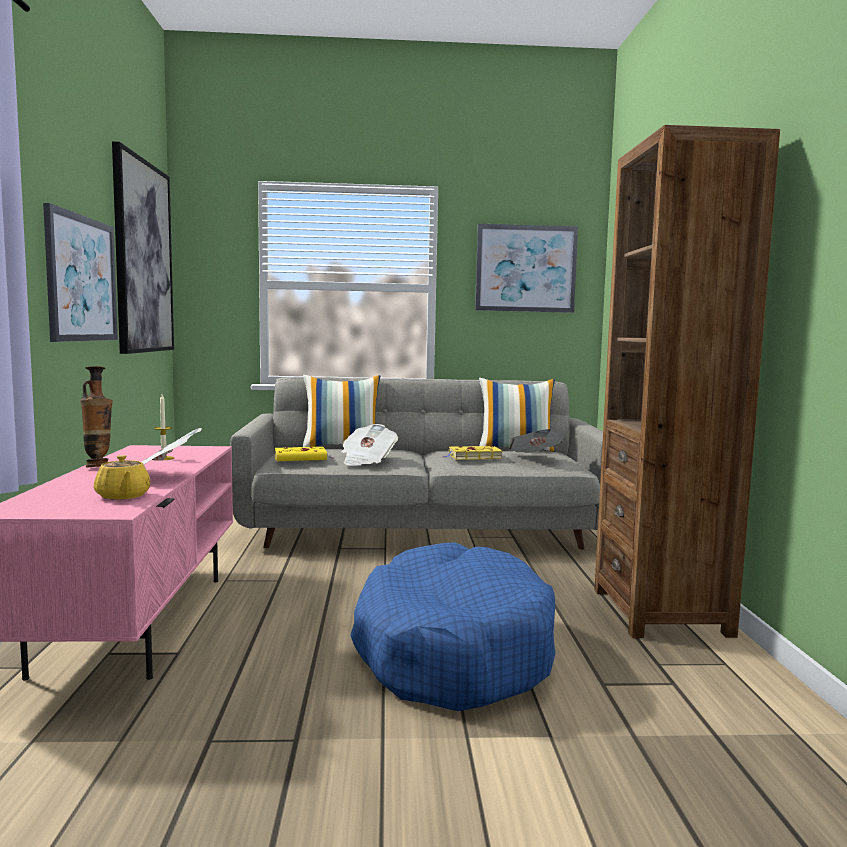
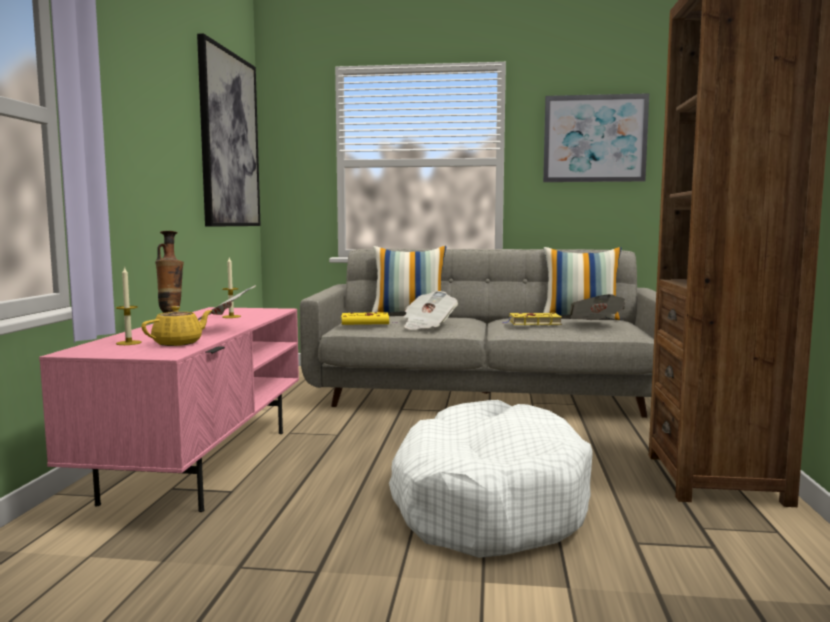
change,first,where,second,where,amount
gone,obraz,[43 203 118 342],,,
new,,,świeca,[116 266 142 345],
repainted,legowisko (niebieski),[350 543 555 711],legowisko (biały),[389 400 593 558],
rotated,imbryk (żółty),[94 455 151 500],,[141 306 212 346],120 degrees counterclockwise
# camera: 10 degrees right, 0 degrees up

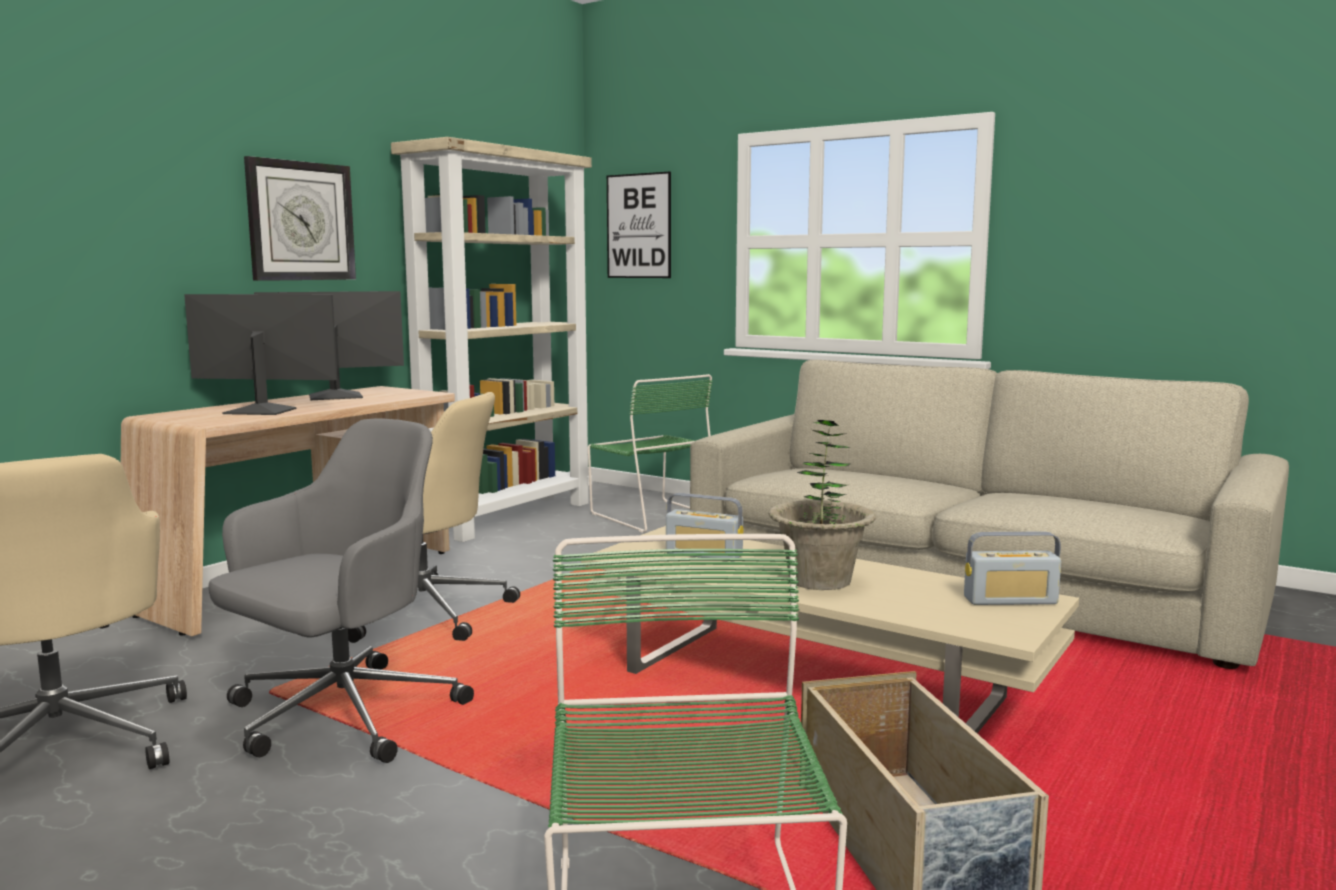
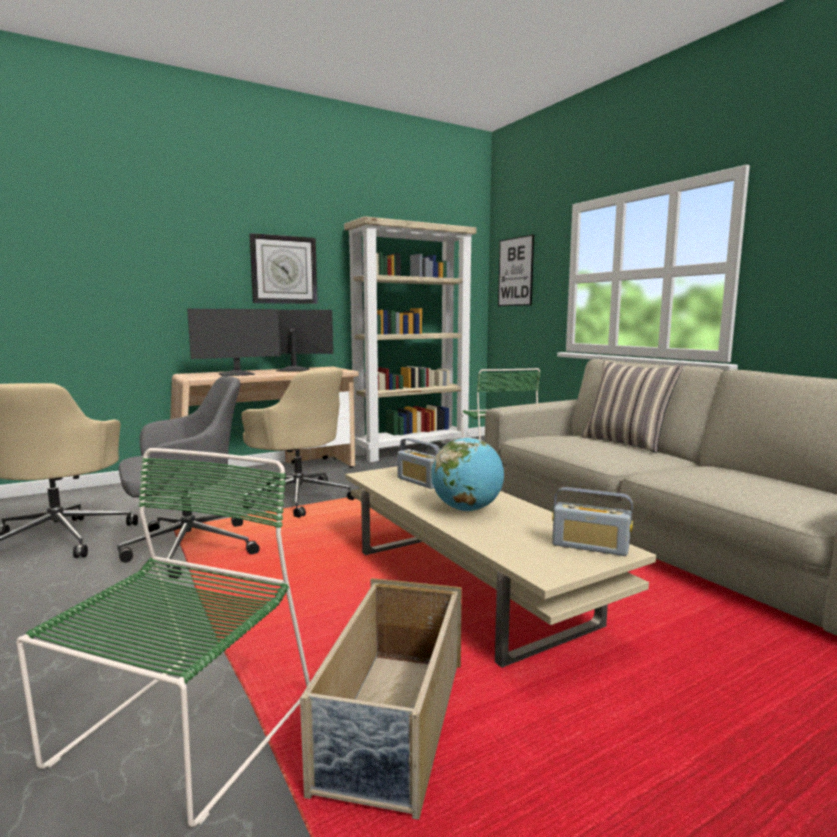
change,first,where,second,where,amount
new,,,poduszka,[582 360 683 453],
swapped,roślina doniczkowa,[768 420 876 590],globus,[431 437 504 512],
rotated,monitor,[184 294 338 415],,[187 309 280 376],120 degrees clockwise
# camera: 25 degrees right, 0 degrees up

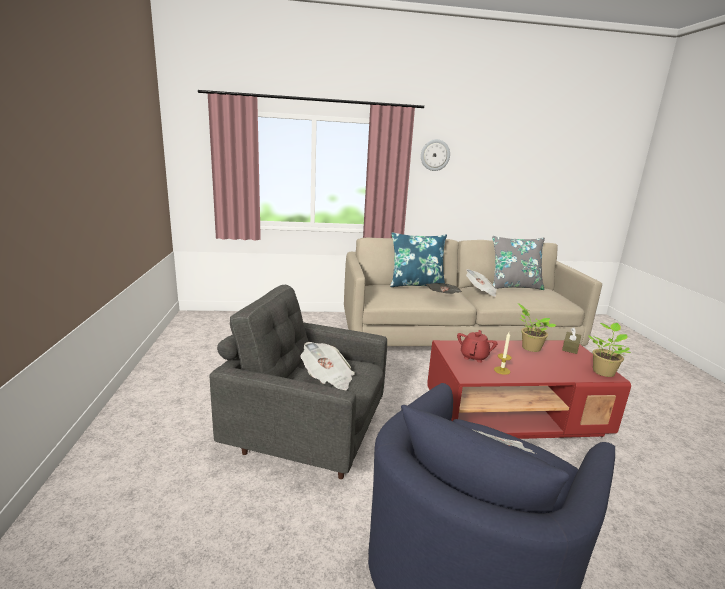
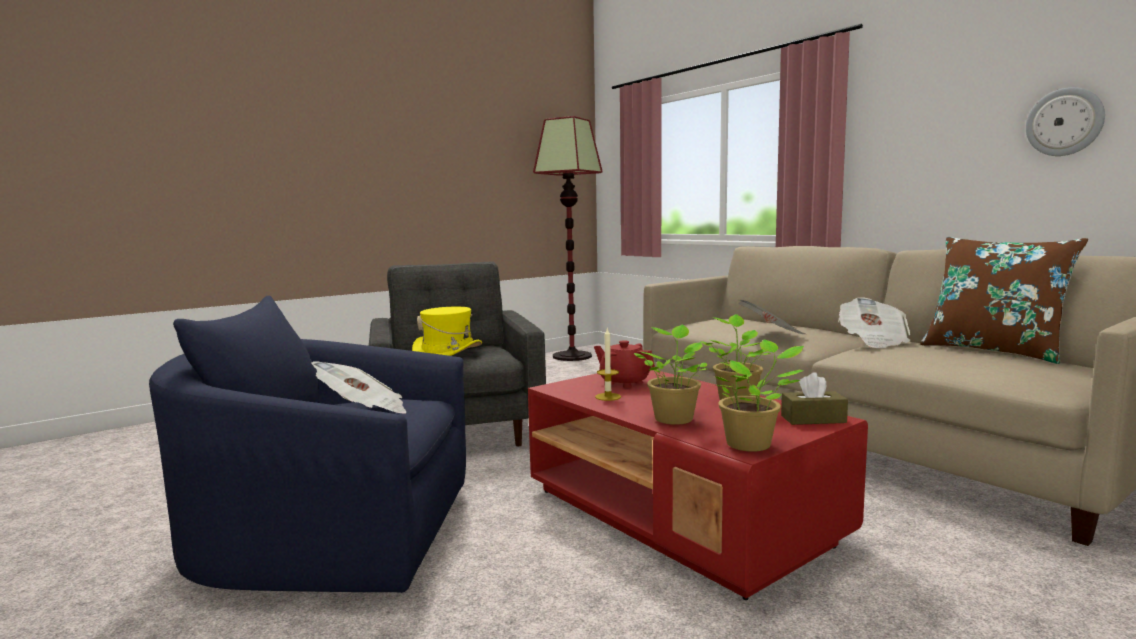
change,first,where,second,where,amount
gone,poduszka (niebieski),[390 232 447 287],,,
new,,,lampa stojąca,[533 116 603 361],
new,,,roślina doniczkowa,[634 325 708 425],
shifted,zegar ścienny,[421 139 450 171],,[1026 87 1105 156],
swapped,gazeta,[300 342 355 390],kapelusz (żółty),[412 307 482 356],
repainted,poduszka (szary),[492 236 545 290],poduszka (brązowy),[920 237 1088 364],
rotated,imbryk (czerwony),[457 330 498 363],,[594 340 655 388],135 degrees counterclockwise
# camera: 60 degrees right, 10 degrees down

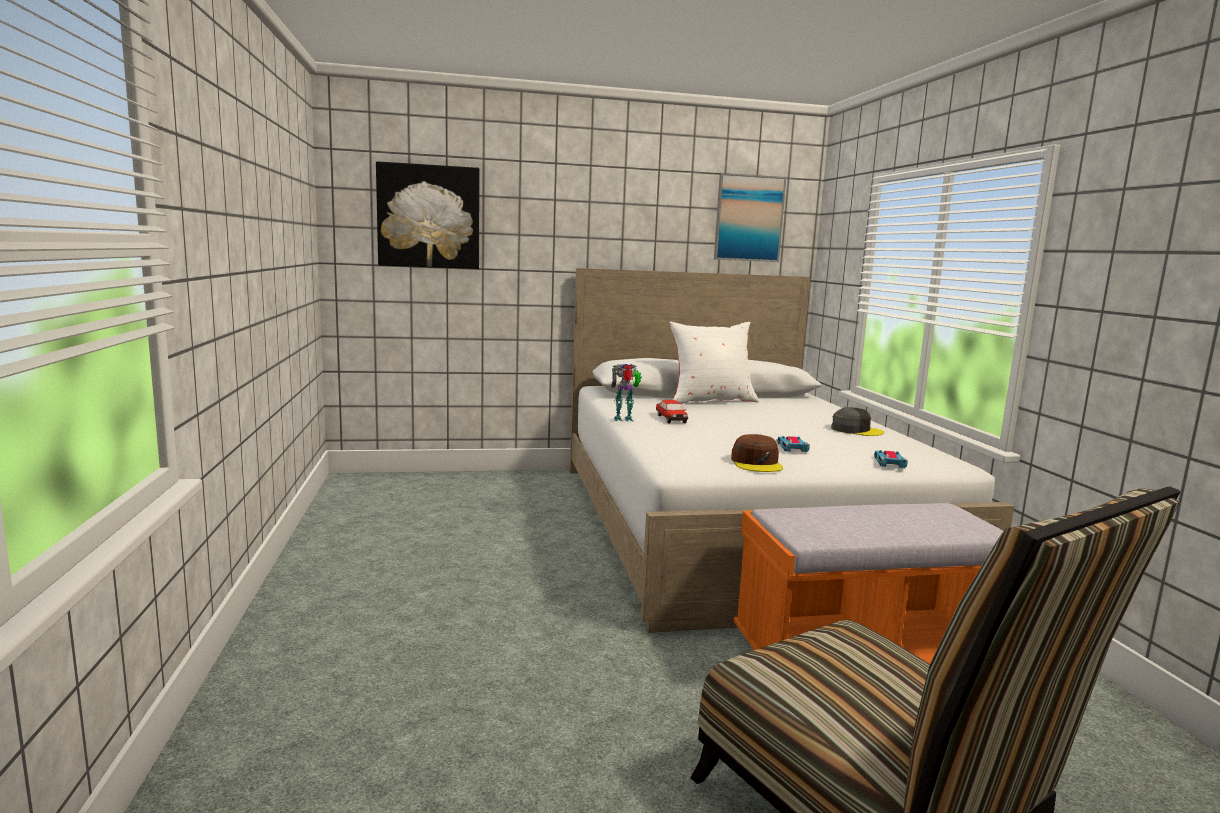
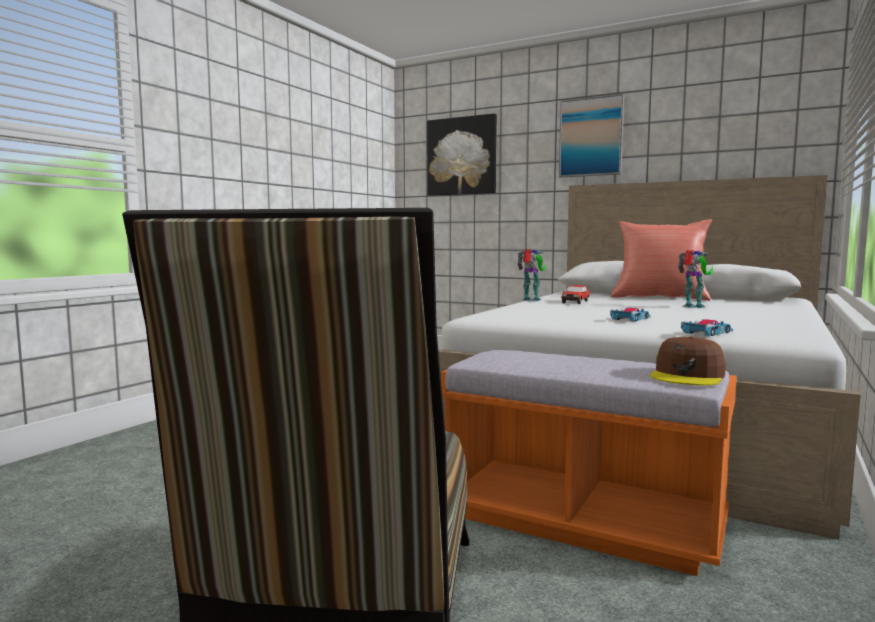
change,first,where,second,where,amount
gone,czapka z daszkiem (szary),[831 407 884 436],,,
new,,,robot zabawkowy,[678 250 713 308],
shifted,obraz,[714 173 787 262],,[559 94 624 177],
shifted,czapka z daszkiem (brązowy),[731 434 783 472],,[650 336 726 386],
repainted,poduszka (biały),[669 322 759 404],poduszka (czerwony),[611 219 712 301],
# camera: 40 degrees right, 5 degrees down

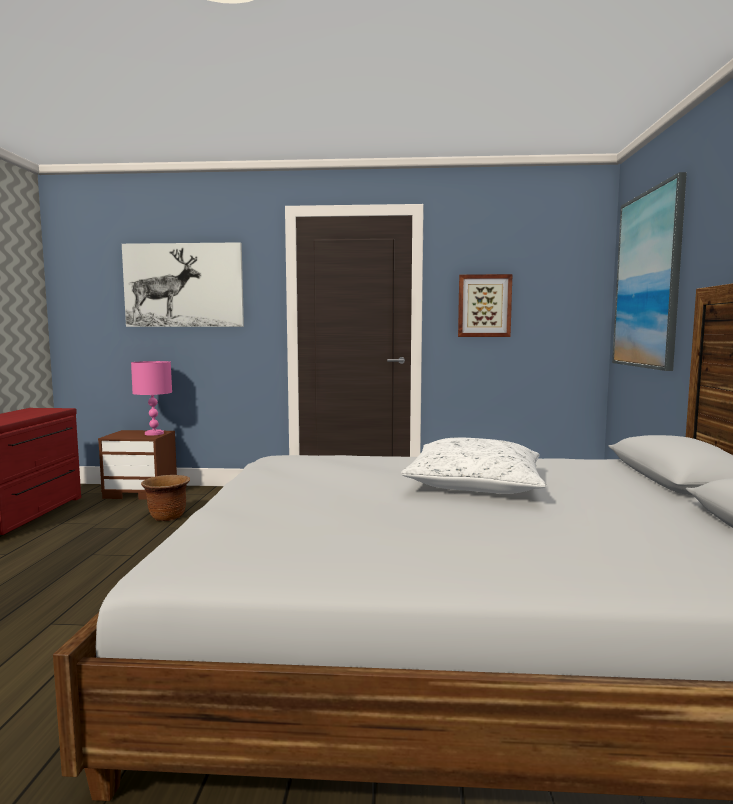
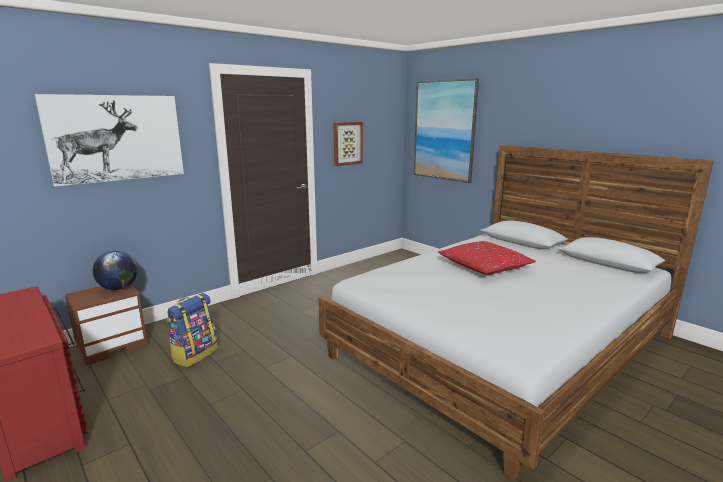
change,first,where,second,where,amount
swapped,lampa stołowa (różowy),[131 361 172 436],globus,[93 250 138 290],
swapped,donica (brązowy),[141 475 190 521],plecak,[167 293 218 367],
repainted,poduszka (biały),[401 437 546 494],poduszka (czerwony),[438 241 536 275],
# camera: 45 degrees left, 10 degrees up

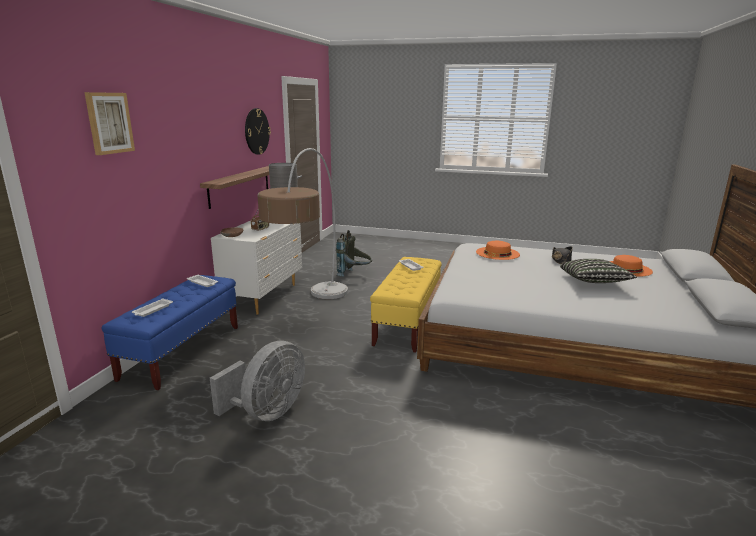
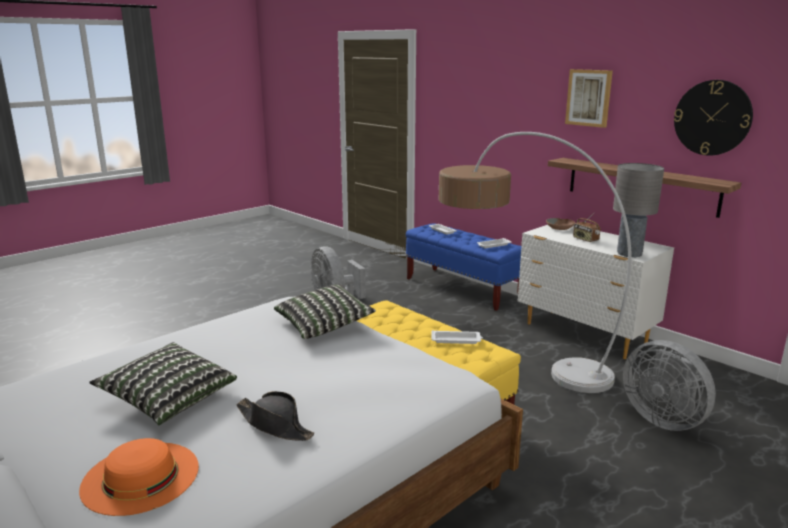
change,first,where,second,where,amount
gone,kapelusz (pomarańczowy),[476 241 520 260],,,
new,,,poduszka,[274 284 376 339],
shifted,obraz,[84 92 135 155],,[565 69 613 128],
swapped,plecak (szary),[336 230 372 277],wentylator (szary),[623 340 716 431],
# camera: 120 degrees right, 0 degrees up

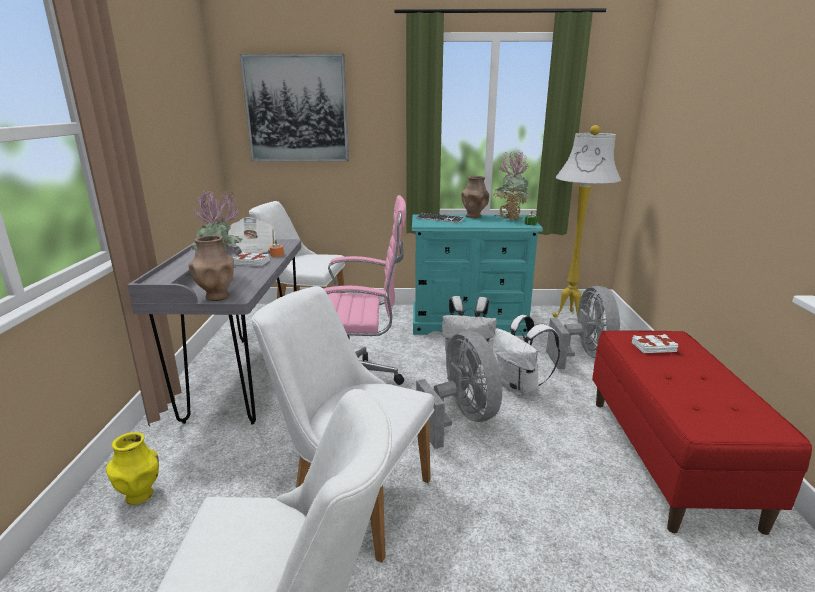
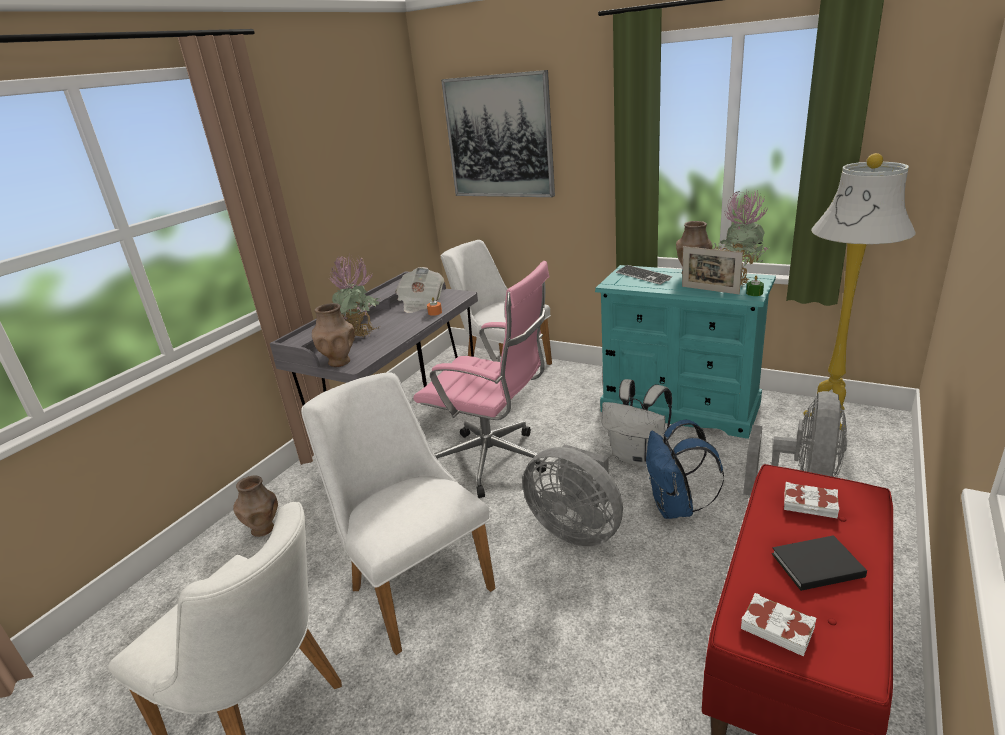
change,first,where,second,where,amount
new,,,ramka na zdjęcie,[682 246 743 294],
new,,,książka (czarny),[772 535 867 591],
shifted,książka (biały),[233 252 270 266],,[741 593 816 656],
repainted,wazon (żółty),[106 432 159 505],wazon (brązowy),[233 475 278 537],
repainted,plecak (biały),[492 315 560 396],plecak (niebieski),[646 420 724 519],
rotated,wentylator (szary),[416 331 502 449],,[523 444 623 547],120 degrees clockwise
# camera: 30 degrees right, 5 degrees up

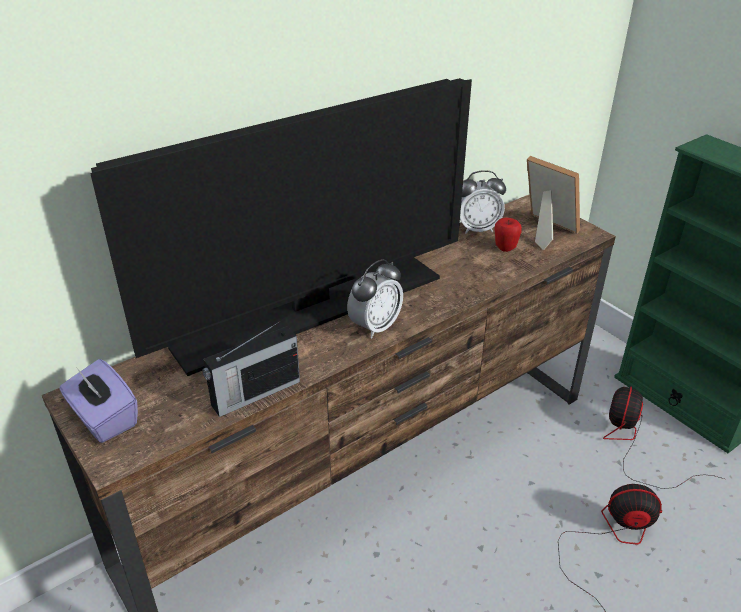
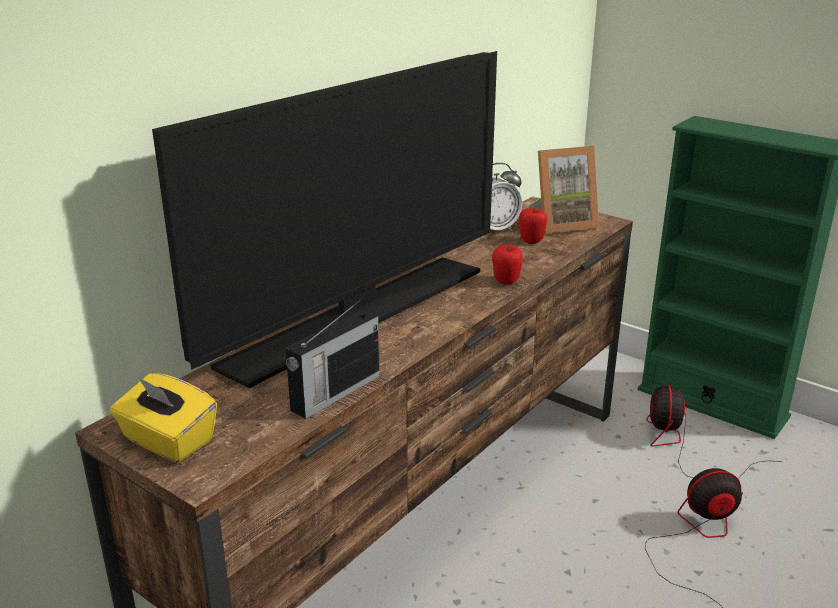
change,first,where,second,where,amount
gone,budzik,[347 259 403 338],,,
new,,,jabłko,[492 245 523 285],
repainted,pudełko chusteczek (fioletowy),[59 359 138 443],pudełko chusteczek (żółty),[110 373 217 463],
rotated,ramka na zdjęcie,[527 156 580 250],,[529 146 599 234],135 degrees clockwise
# camera: 15 degrees left, 10 degrees down

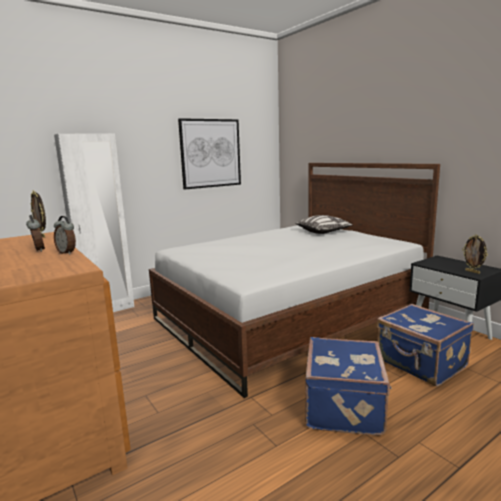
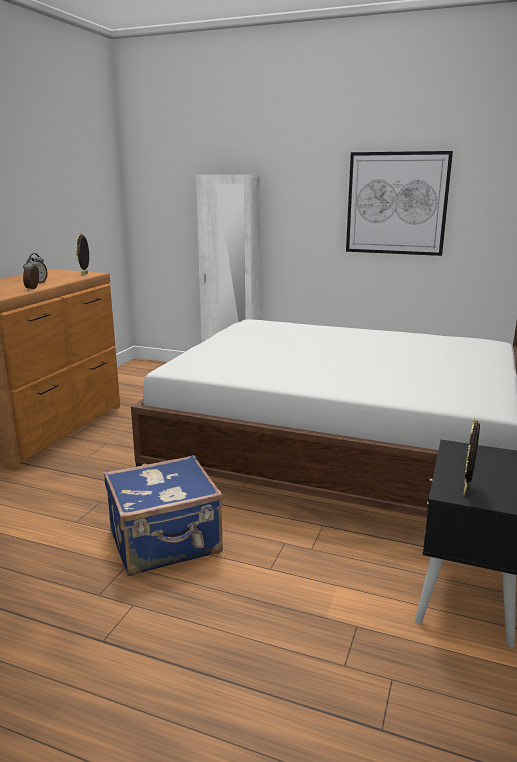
change,first,where,second,where,amount
gone,poduszka,[295 215 353 234],,,
gone,walizka (niebieski),[377 304 474 387],,,
# camera: 55 degrees right, 5 degrees up

